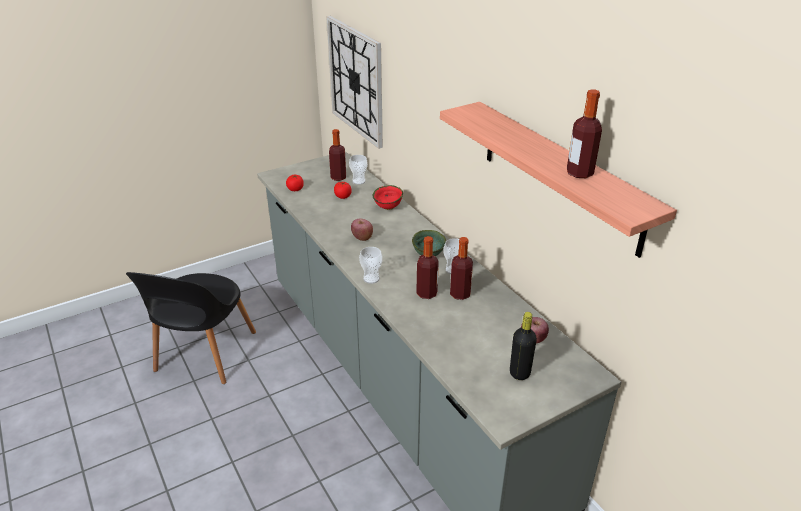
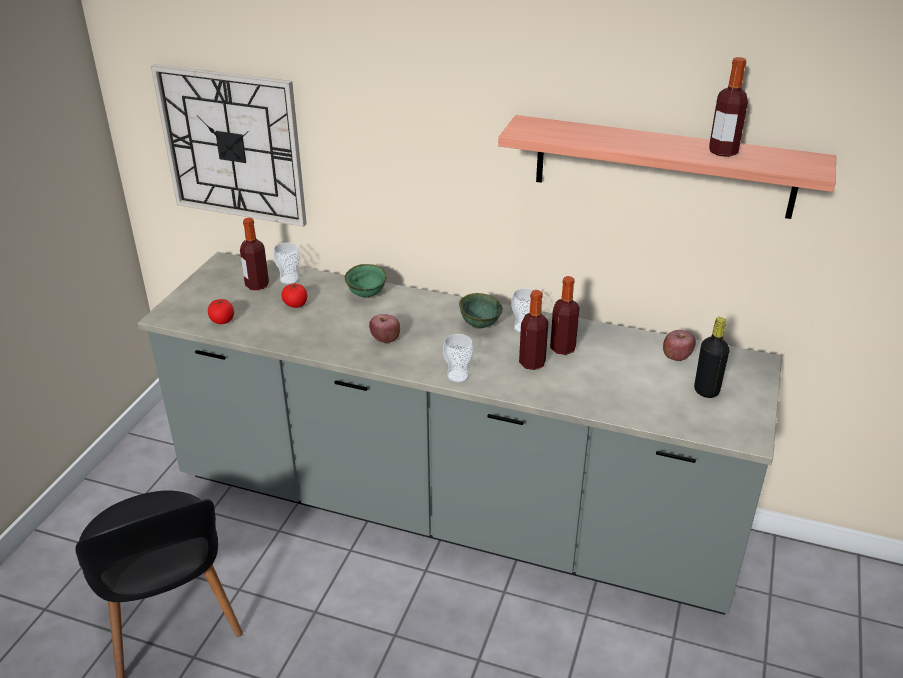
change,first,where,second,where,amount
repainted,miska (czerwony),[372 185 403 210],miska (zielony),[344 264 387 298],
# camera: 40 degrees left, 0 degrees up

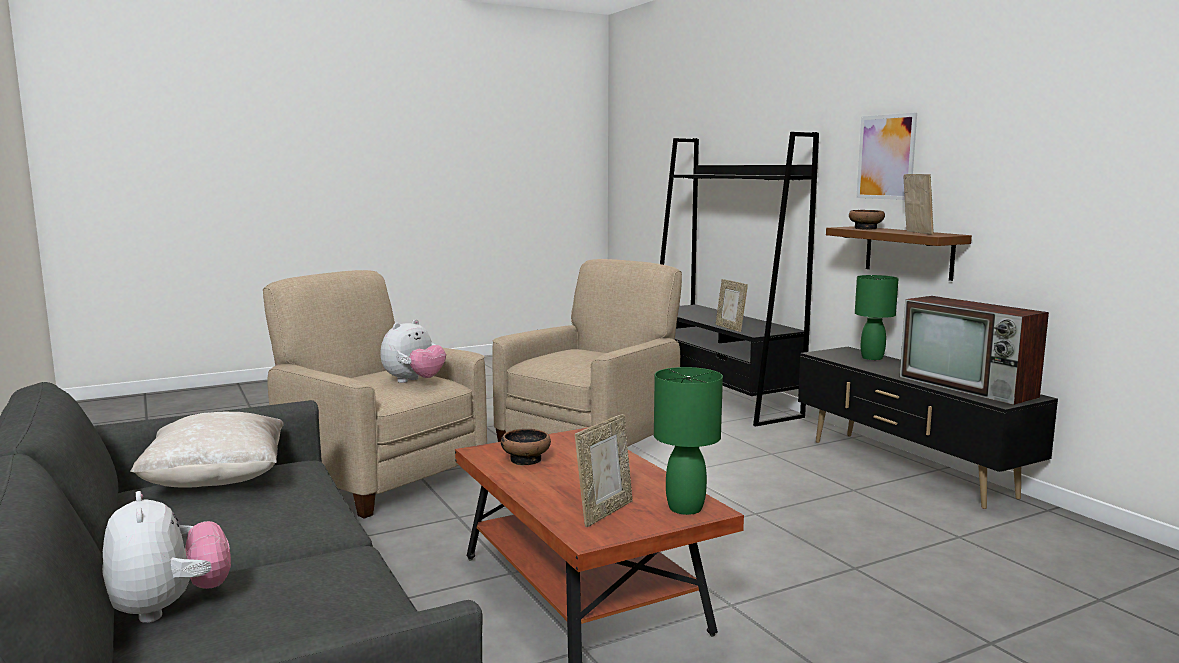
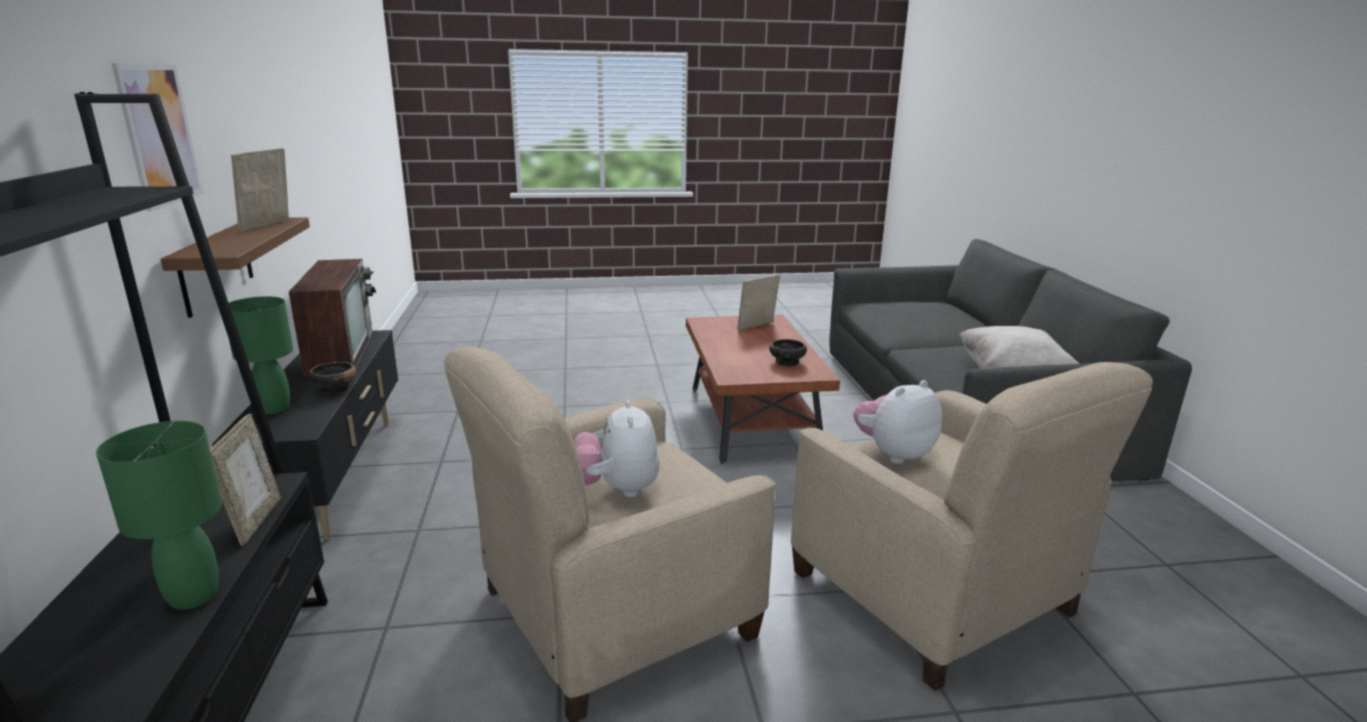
change,first,where,second,where,amount
shifted,pluszak,[102 491 231 623],,[574 400 660 497],
shifted,lampa stołowa (zielony),[654 367 723 515],,[96 421 222 610],
shifted,miska,[849 210 885 230],,[309 362 356 394],
# camera: 160 degrees left, 10 degrees up

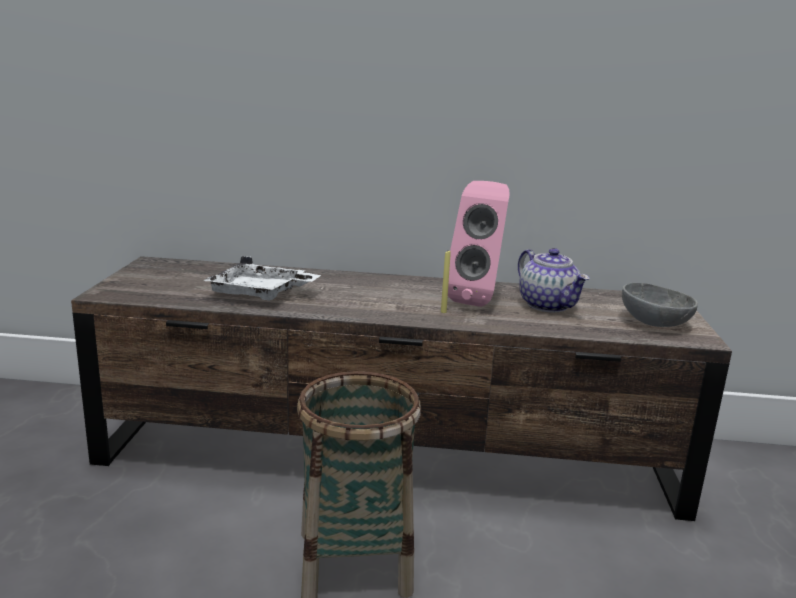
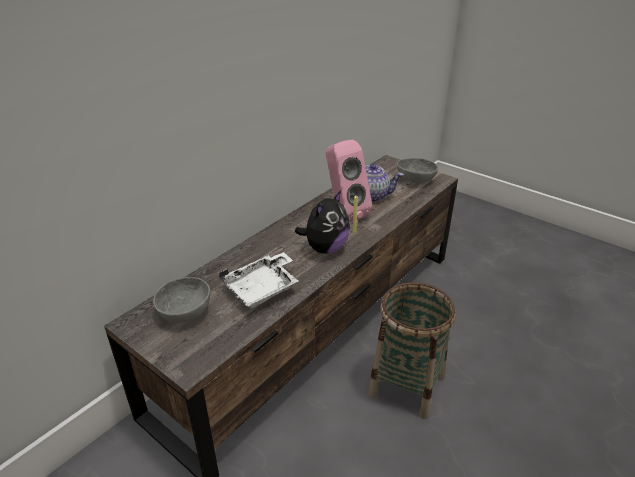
change,first,where,second,where,amount
new,,,miska (szary),[153 277 210 323],
new,,,pluszak,[295 190 350 254],
# camera: 55 degrees left, 15 degrees up

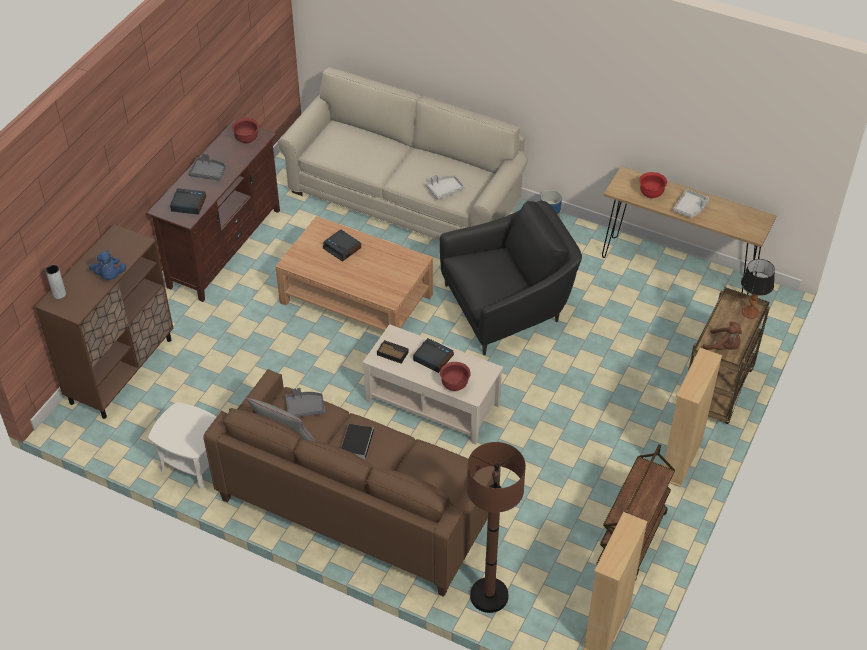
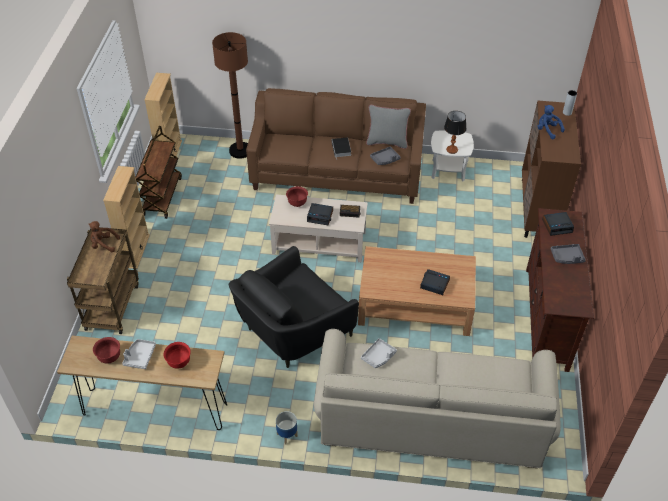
change,first,where,second,where,amount
shifted,miska (czerwony),[232 118 259 144],,[93 337 120 364],
shifted,lampa stołowa,[741 259 775 319],,[444 111 466 154],
# camera: 160 degrees right, 0 degrees up

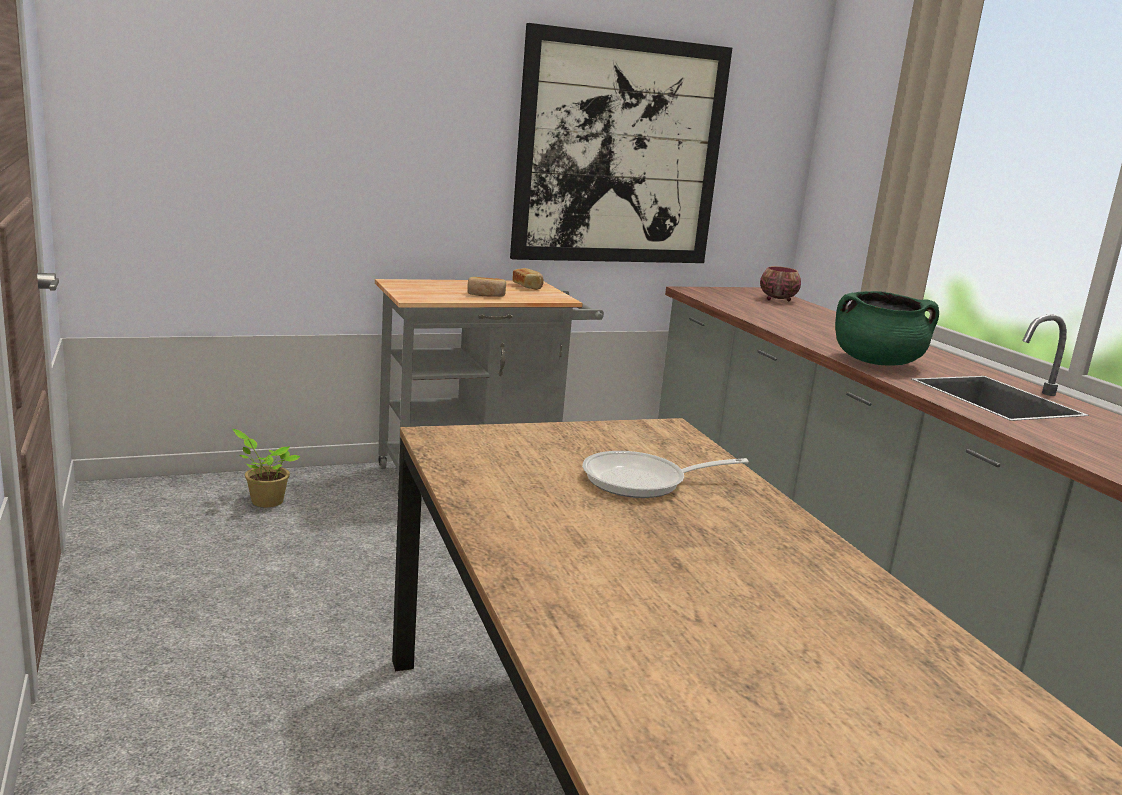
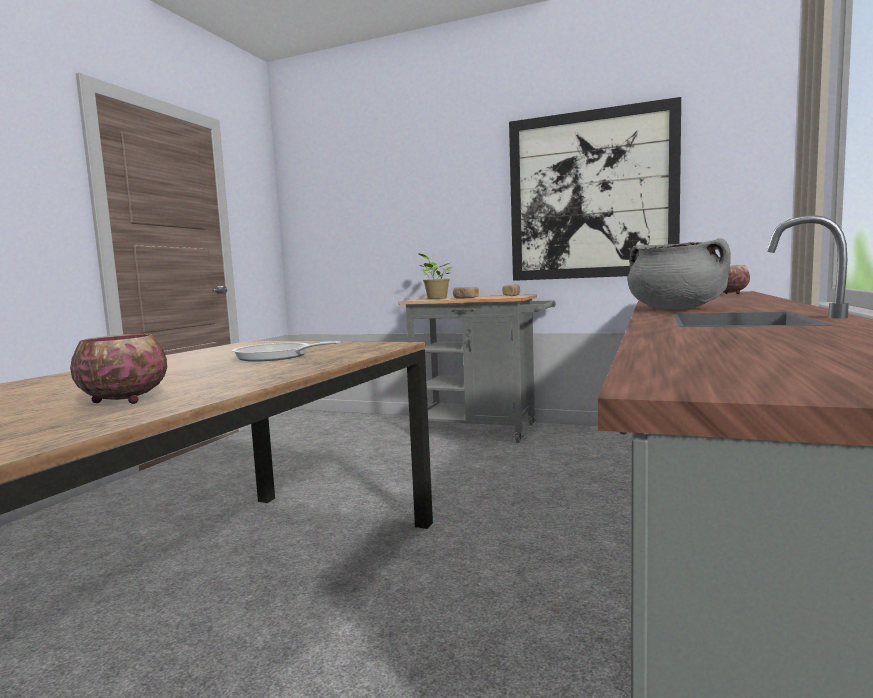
change,first,where,second,where,amount
new,,,miska,[70 334 167 404],
shifted,roślina doniczkowa,[233 429 301 507],,[419 253 453 299],
repainted,garnek (zielony),[835 291 939 366],garnek (szary),[627 238 731 309],
# camera: 45 degrees right, 10 degrees down

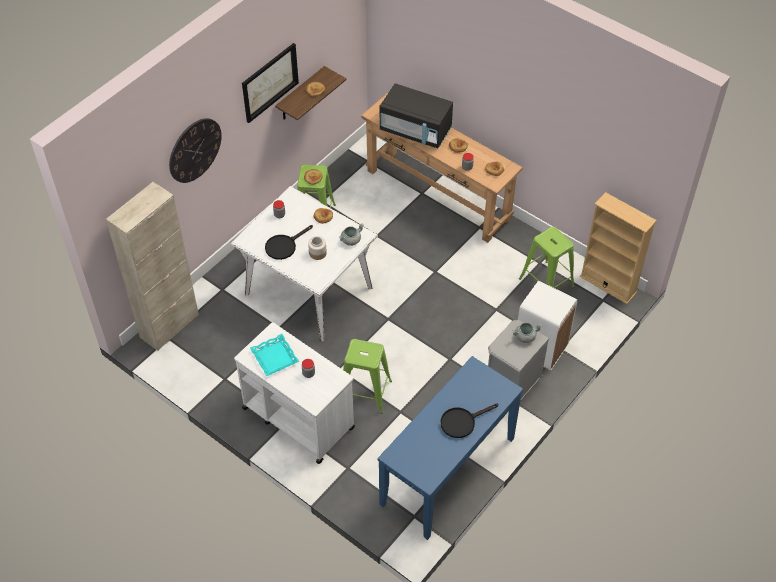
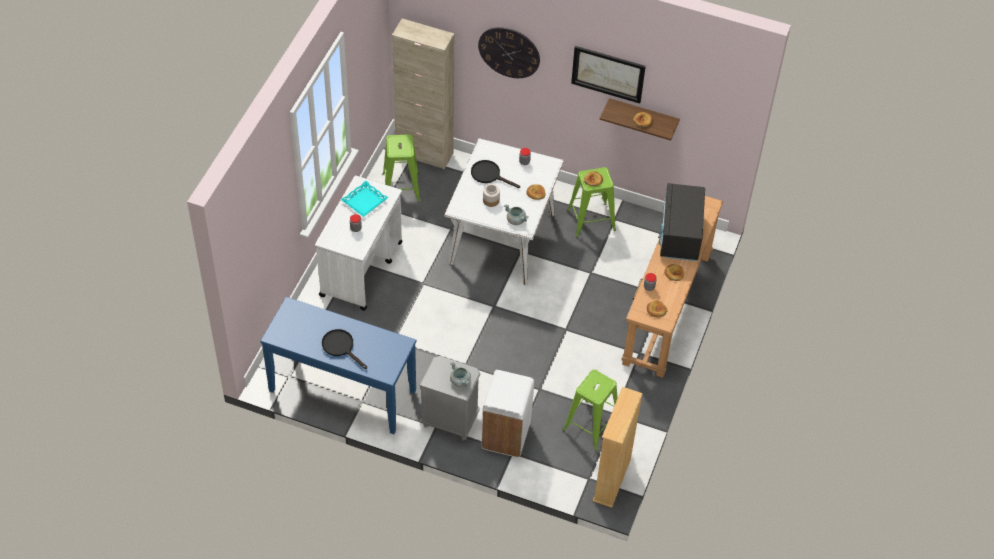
change,first,where,second,where,amount
shifted,stołek (zielony),[343 339 392 414],,[382 134 421 202],
# camera: 70 degrees right, 0 degrees up

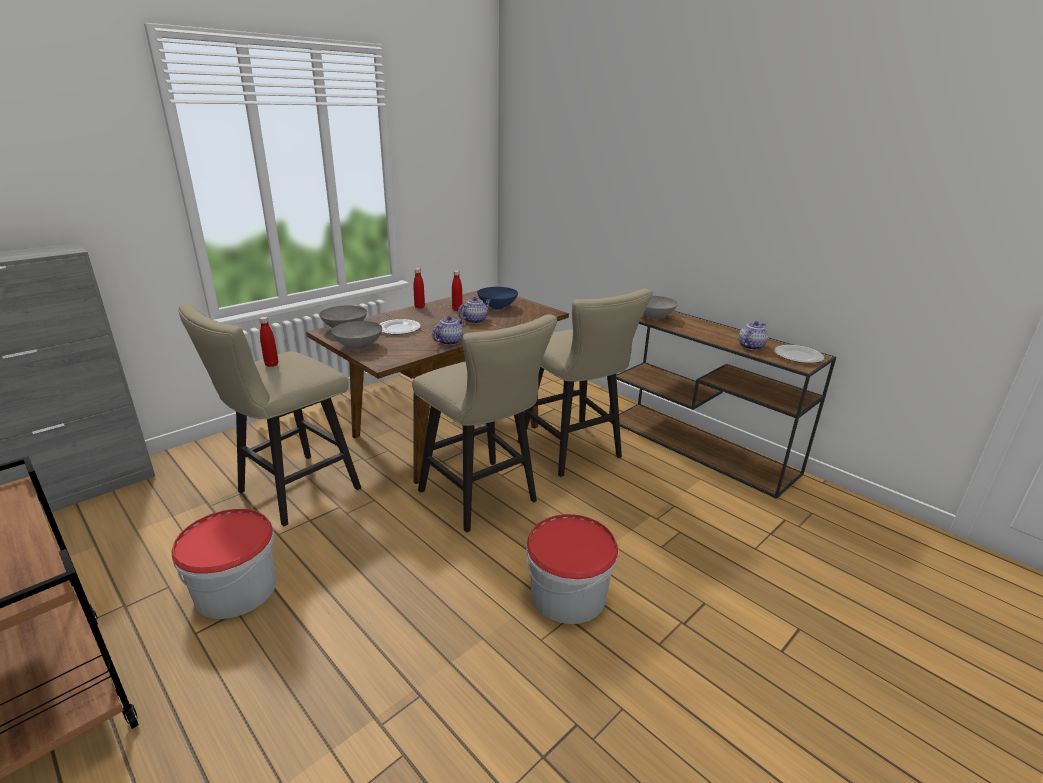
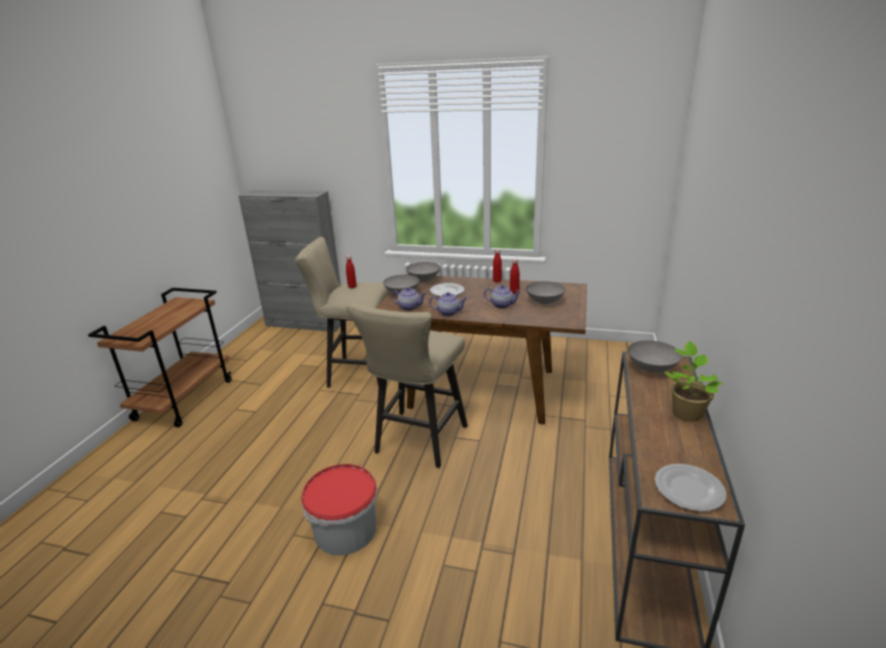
change,first,where,second,where,amount
gone,wiadro,[172 509 277 619],,,
gone,stołek (beżowy),[517 289 652 477],,,
new,,,roślina doniczkowa,[664 341 723 422],
shifted,imbryk,[738 321 768 350],,[391 287 426 311],
repainted,miska (niebieski),[477 287 518 309],miska (szary),[526 281 565 304],
# camera: 60 degrees right, 0 degrees up

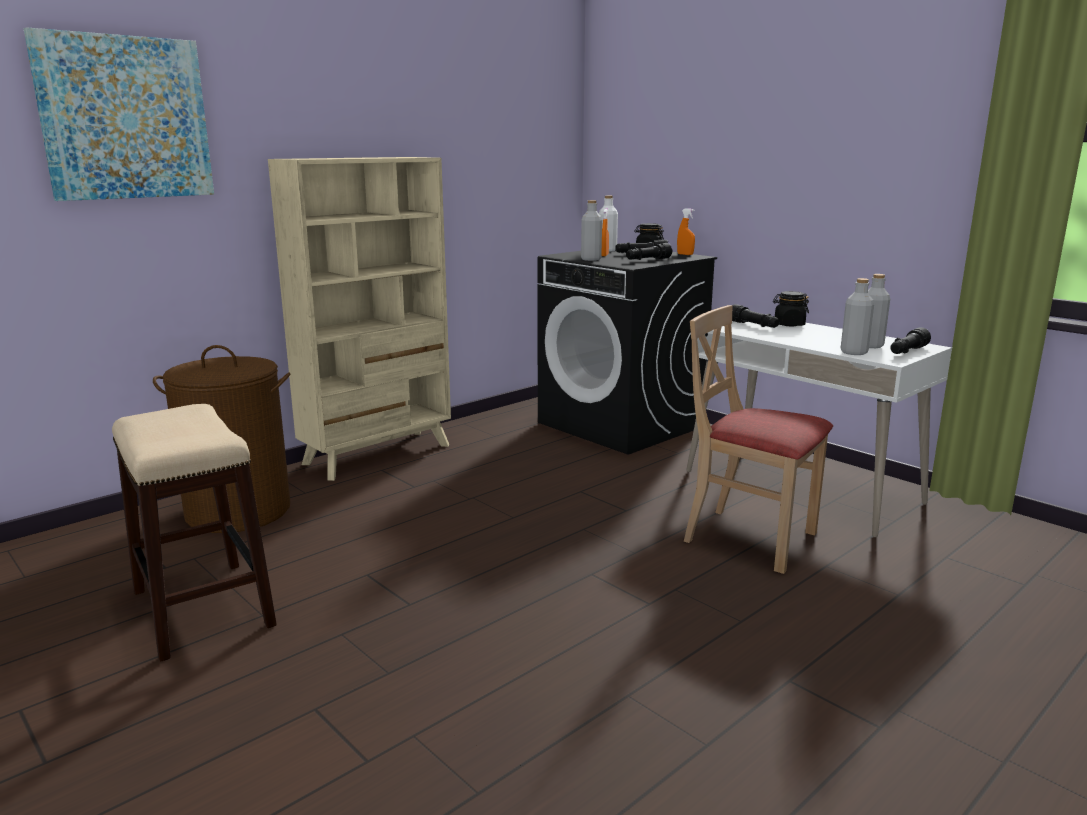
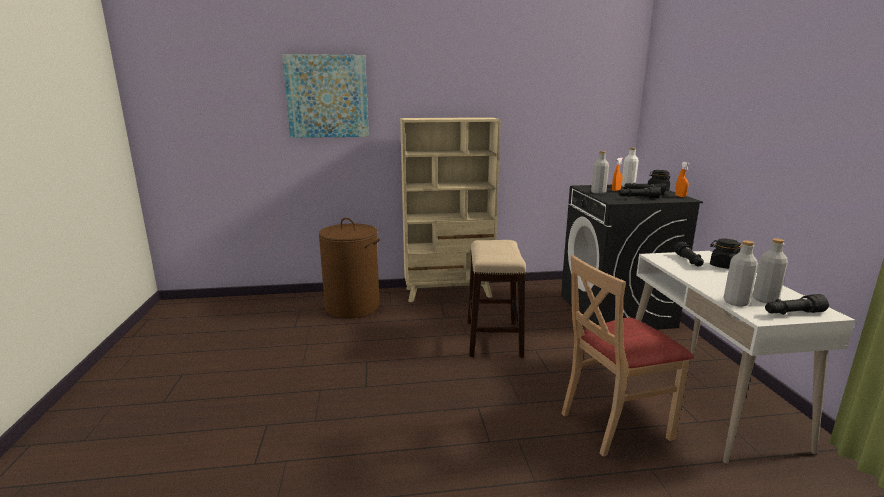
change,first,where,second,where,amount
shifted,stołek,[112 404 277 661],,[467 240 526 357],
rotated,krzesło (beżowy),[684 305 833 574],,[561 255 694 457],90 degrees counterclockwise
# camera: 35 degrees right, 0 degrees up

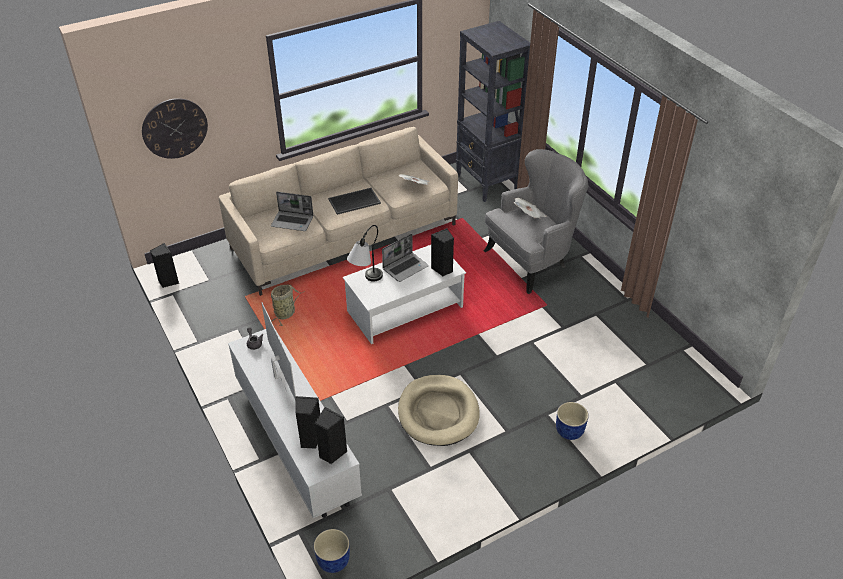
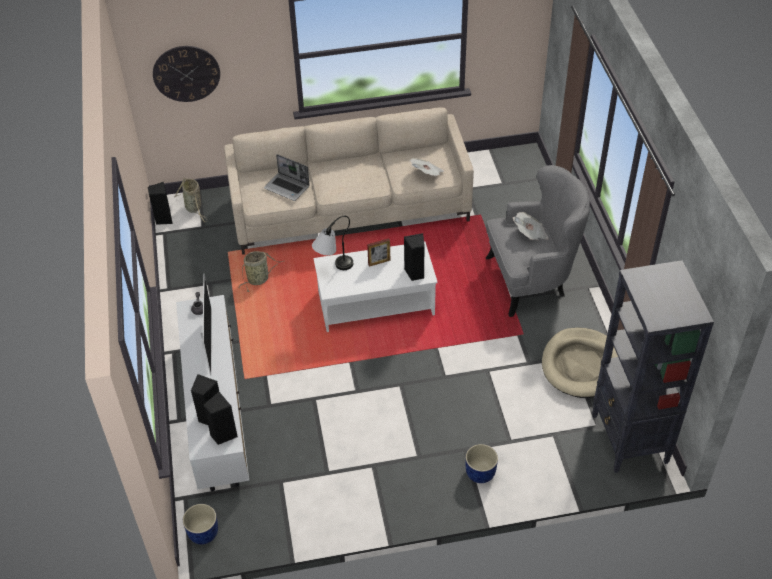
change,first,where,second,where,amount
gone,taca,[328 188 381 215],,,
new,,,koszyk,[175 178 208 222],
shifted,legowisko (beżowy),[398 375 479 446],,[542 327 618 398],
shifted,regał (czarny),[456 21 530 202],,[592 260 714 473],
swapped,laptop,[382 233 429 282],ramka na zdjęcie,[367 238 390 267],
# camera: 20 degrees right, 5 degrees up

